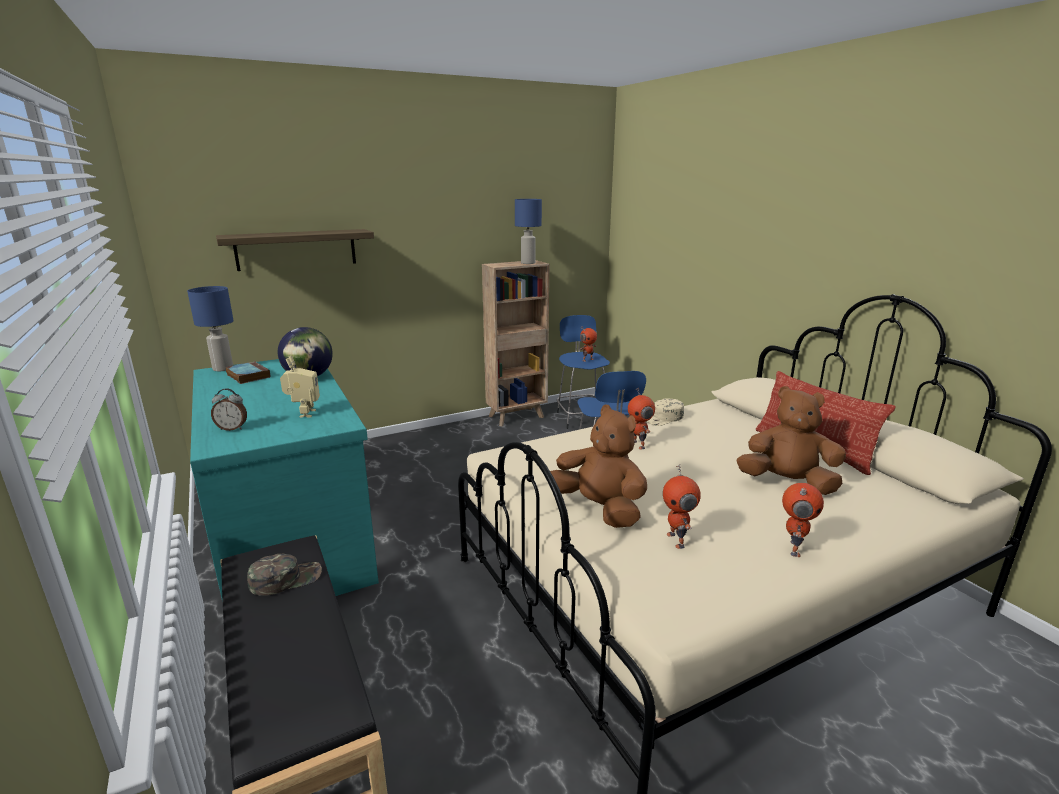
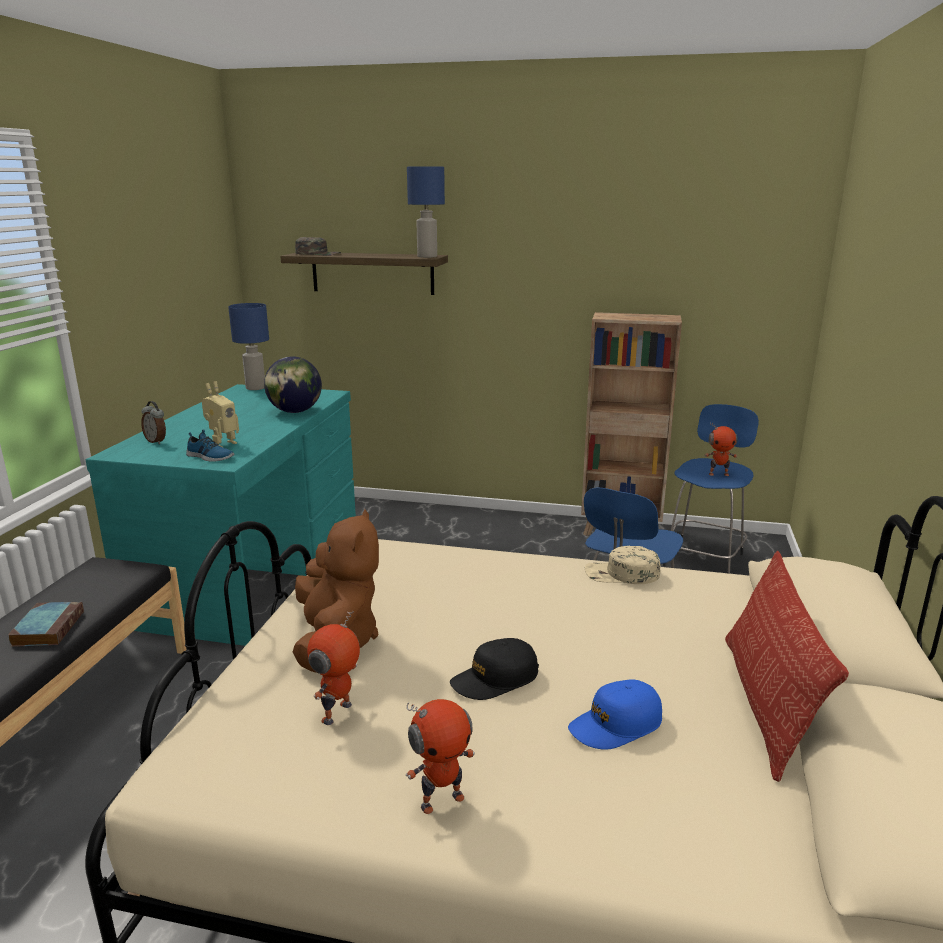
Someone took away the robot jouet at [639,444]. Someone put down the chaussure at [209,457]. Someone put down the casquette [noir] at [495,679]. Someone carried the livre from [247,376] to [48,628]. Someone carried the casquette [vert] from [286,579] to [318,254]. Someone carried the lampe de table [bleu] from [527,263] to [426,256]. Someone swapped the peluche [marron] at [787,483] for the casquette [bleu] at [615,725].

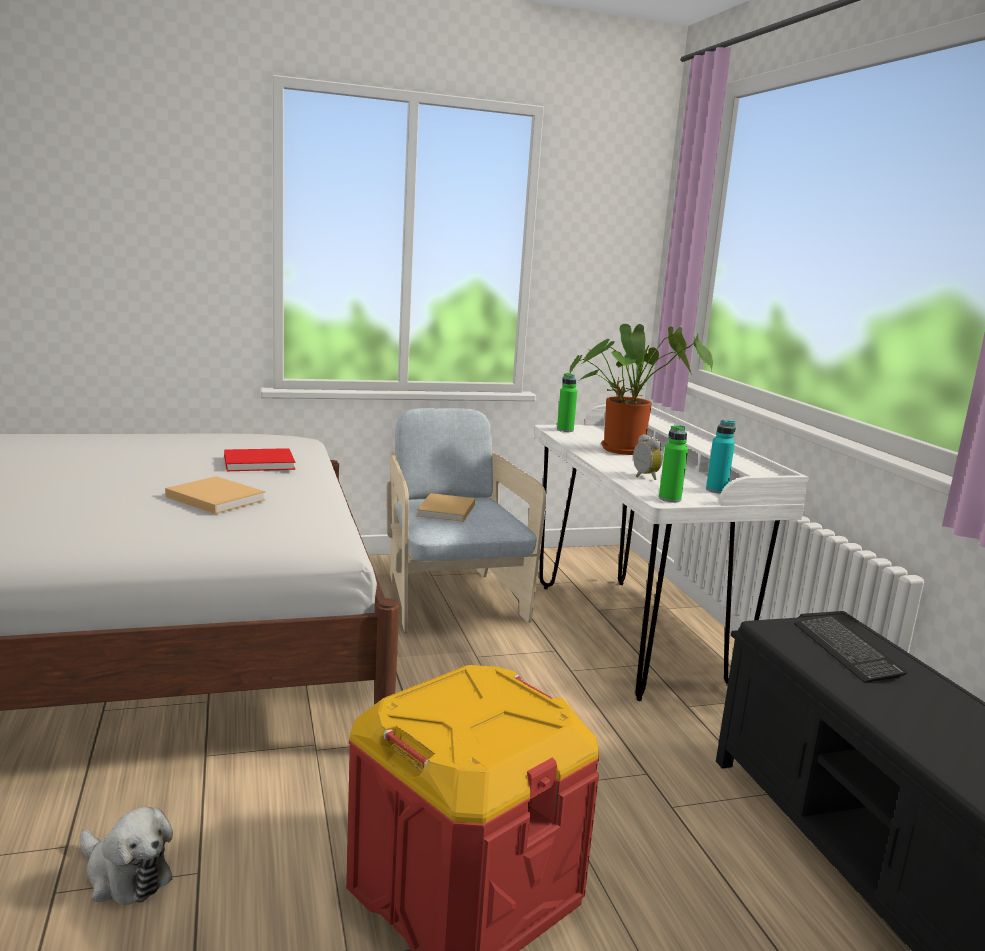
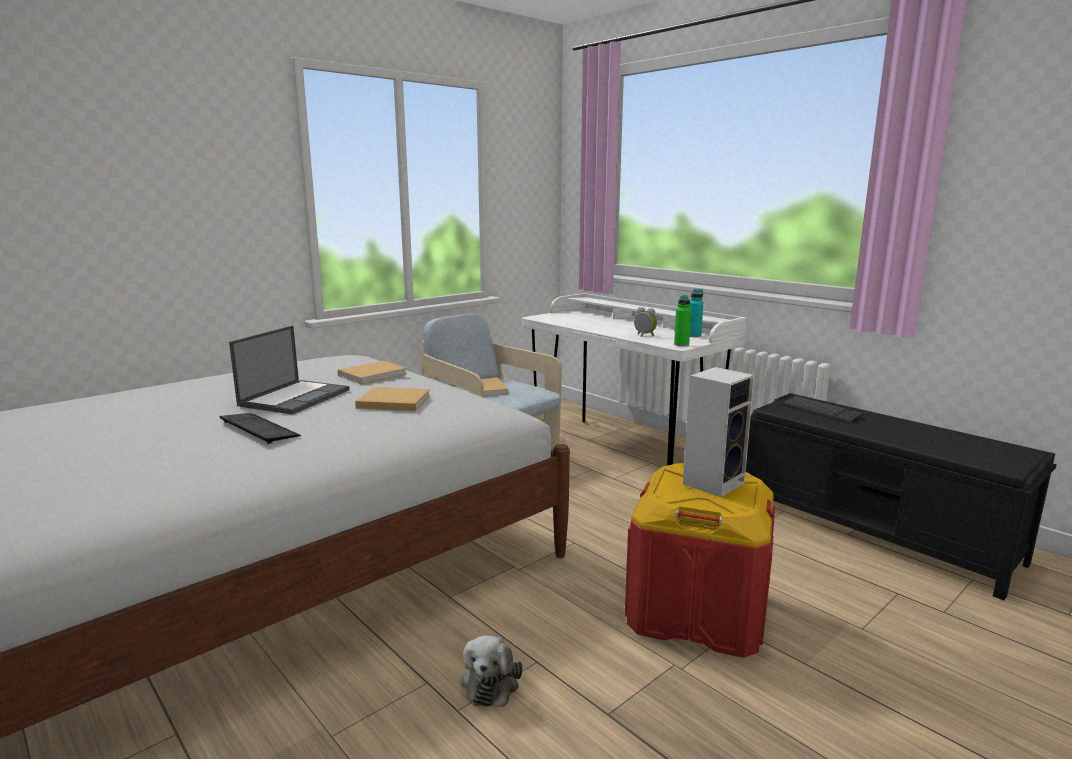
Someone took away the bouteille [vert] at [565,430]. Someone took away the plante en pot at [628,449]. Someone put down the clavier at [259,429]. Someone put down the ordinateur portable at [295,397]. Someone put down the enceinte at [713,482]. Someone repainted the livre [rouge] at [261,463], which became the livre [beige] at [374,374]. Someone rotated the peluche at [125,875] by 90 degrees clockwise.

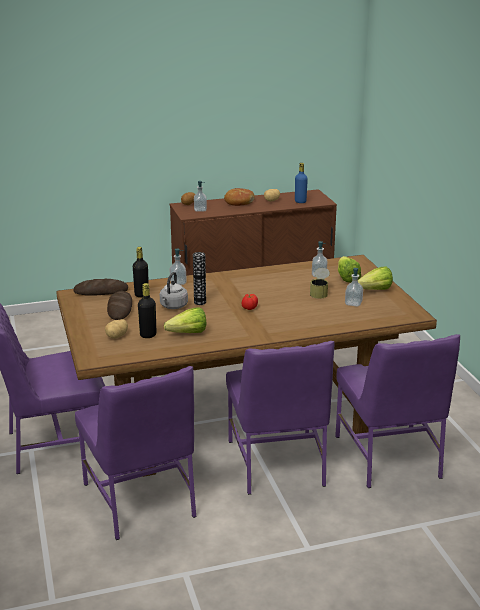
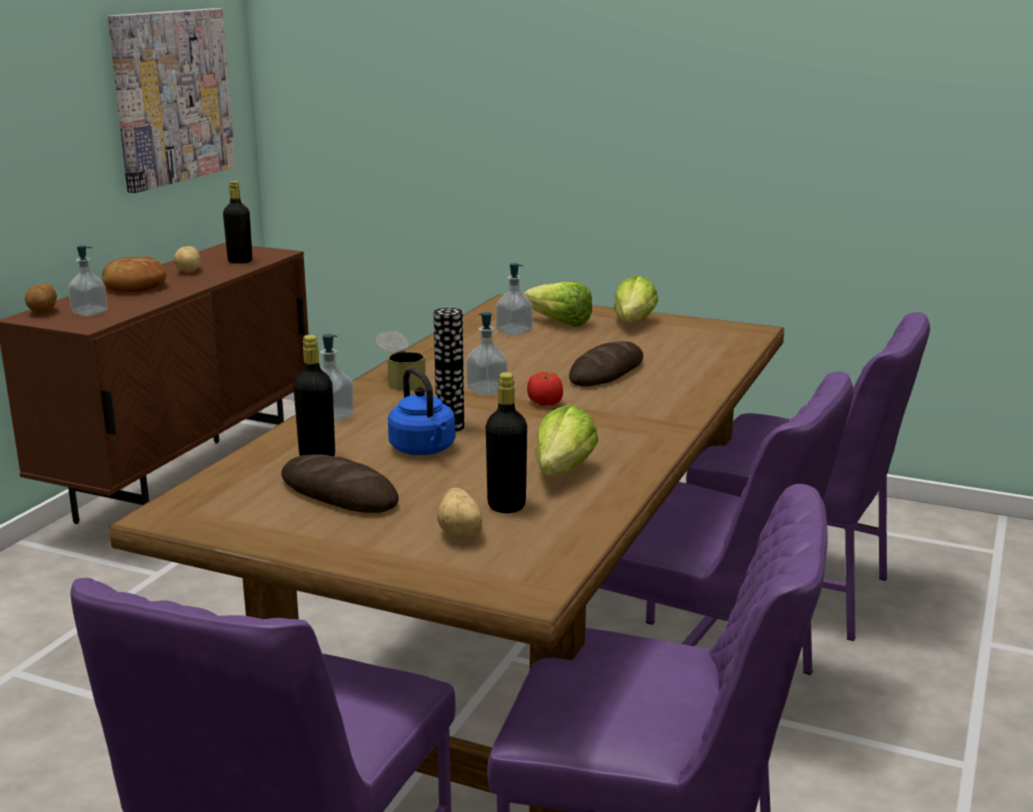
Someone put up the tableau at [172,97]. Someone carried the pain from [101,291] to [606,372]. Someone carried the boîte métallique from [320,292] to [401,381]. Someone carried the distributeur de savon from [353,303] to [487,390]. Someone repainted the bouilloire [gris] at [173,306], which became the bouilloire [bleu] at [424,450]. Someone repainted the bouteille [bleu] at [300,201], which became the bouteille [noir] at [240,261].

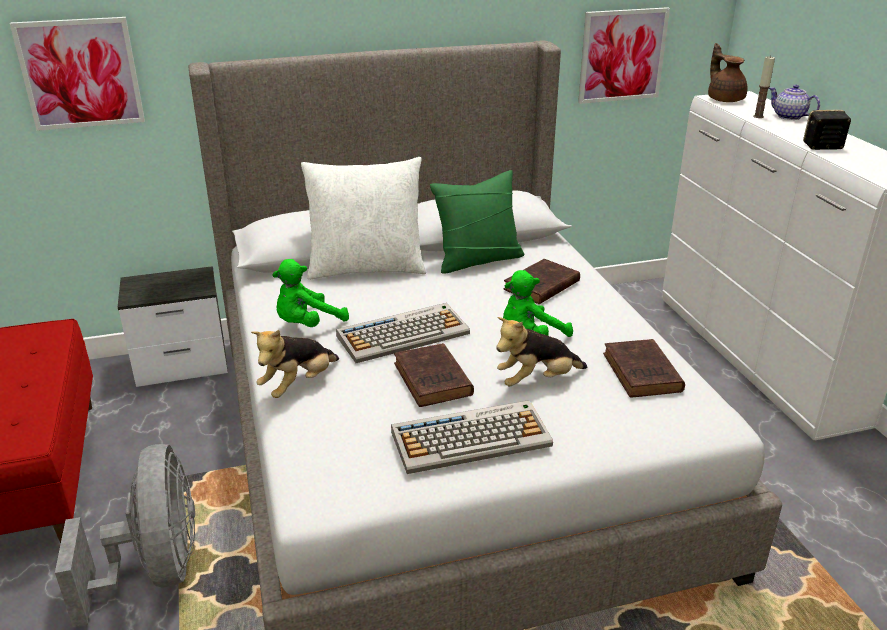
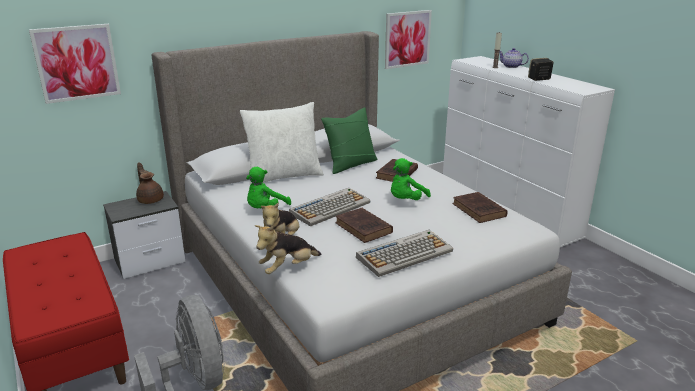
Someone carried the peluche from [537,380] to [288,268]. Someone carried the théière [marron] from [724,99] to [150,199].

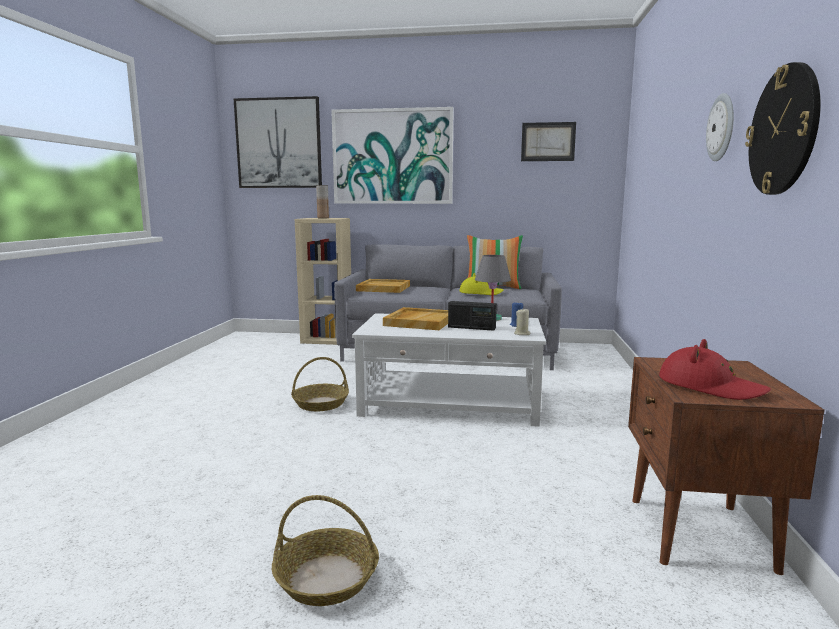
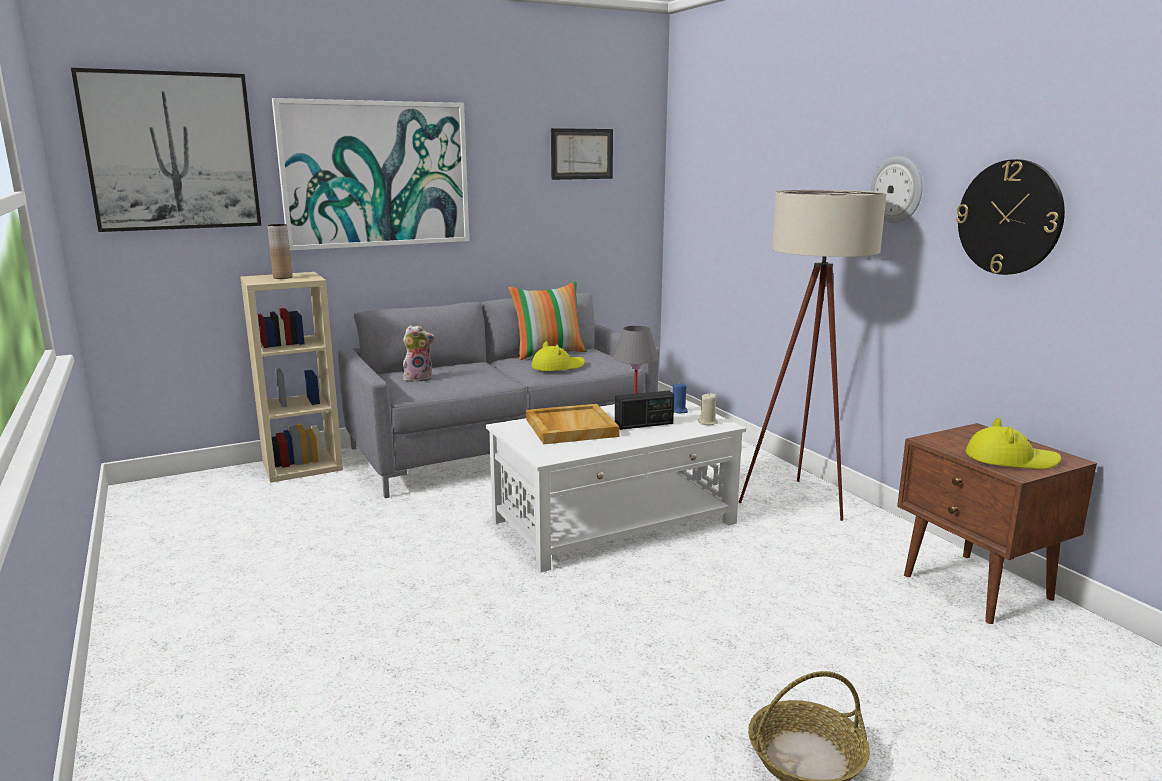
Someone took away the panier at [321,403]. Someone put down the lampadaire [beige] at [802,505]. Someone swapped the plateau [beige] at [383,288] for the peluche at [418,378]. Someone repainted the chapeau [rouge] at [710,386], which became the chapeau [jaune] at [1010,459].

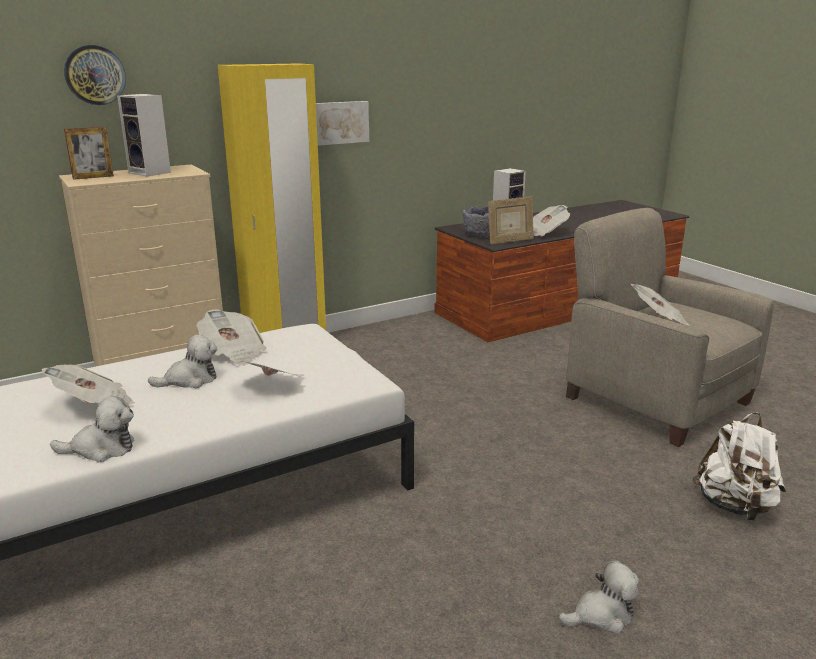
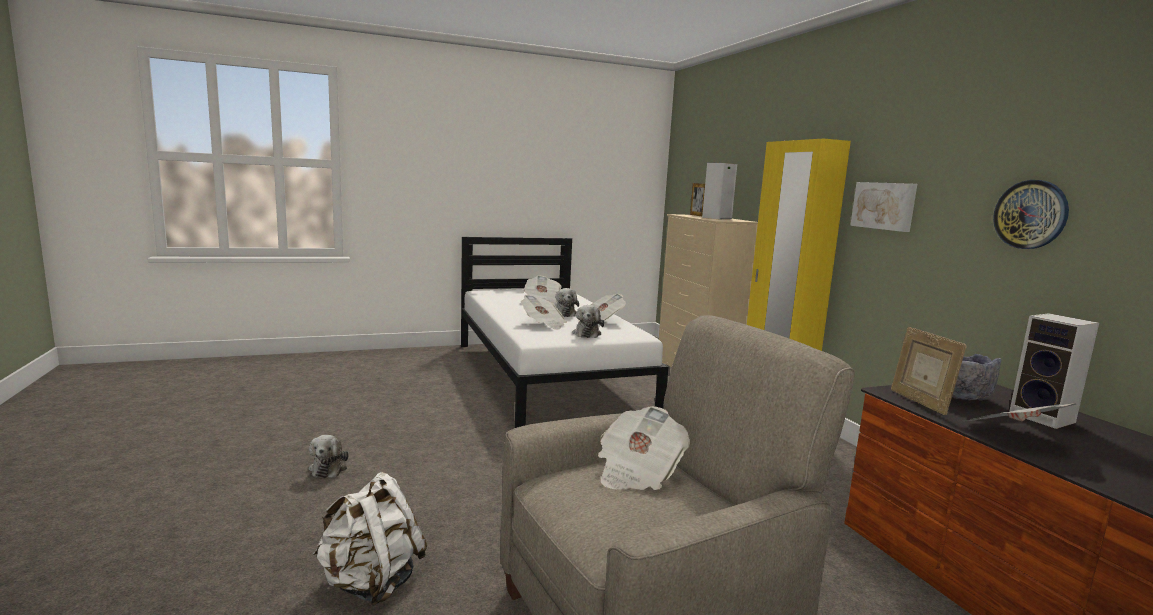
Someone carried the peluche from [101,449] to [587,333]. Someone carried the horloge murale from [95,75] to [1030,214].

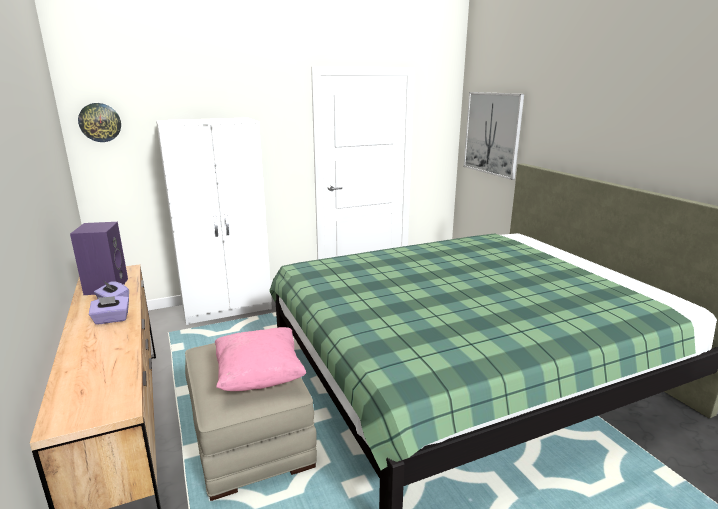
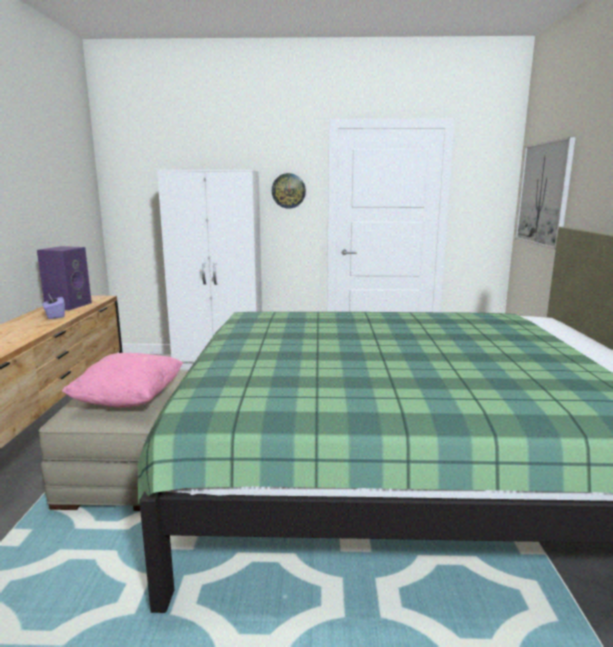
Someone took away the boîte à mouchoirs [violet] at [111,319]. Someone carried the horloge murale from [100,122] to [288,191].

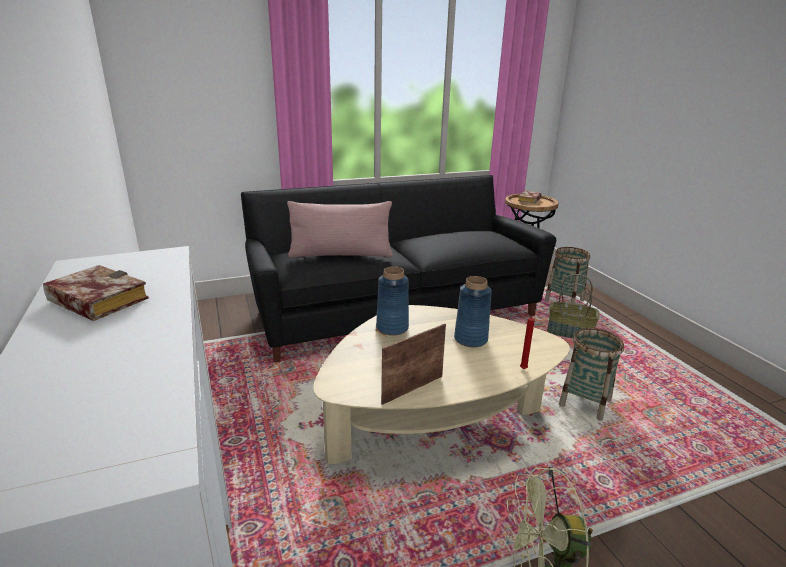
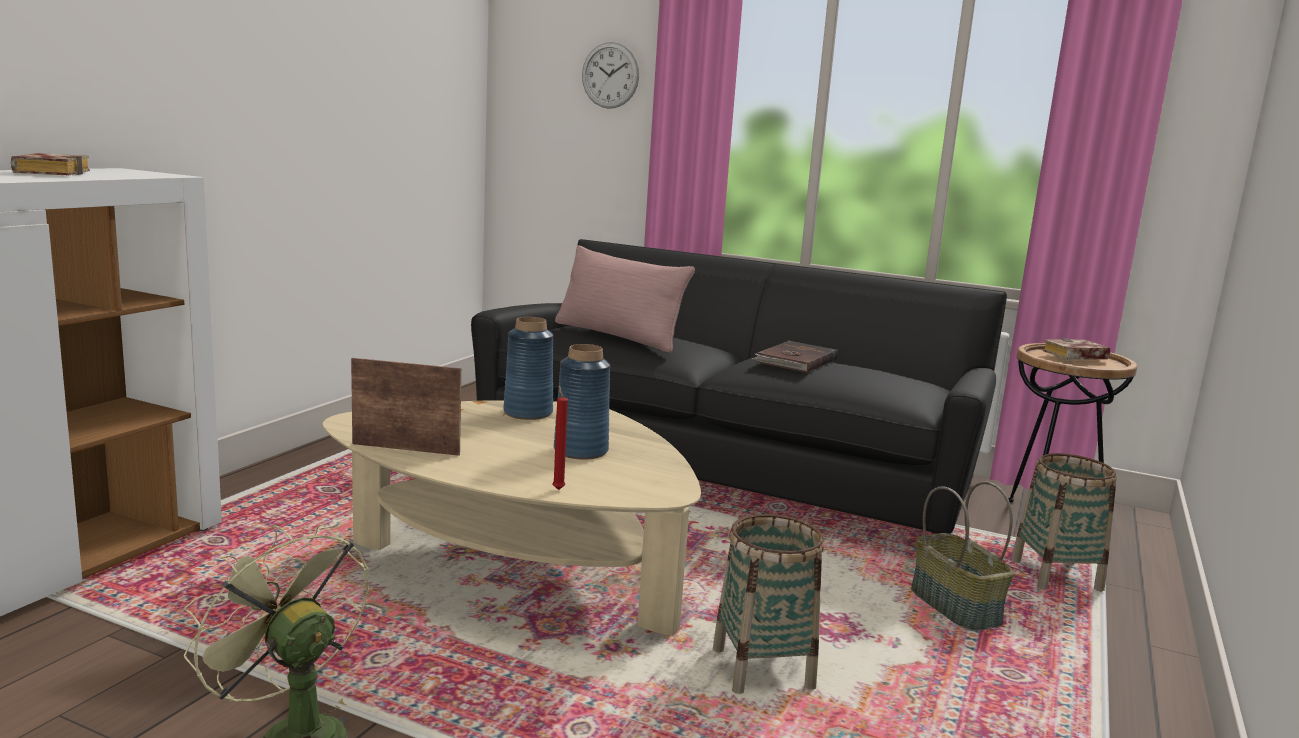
Someone put up the horloge murale at [610,75]. Someone put down the livre [marron] at [795,360].

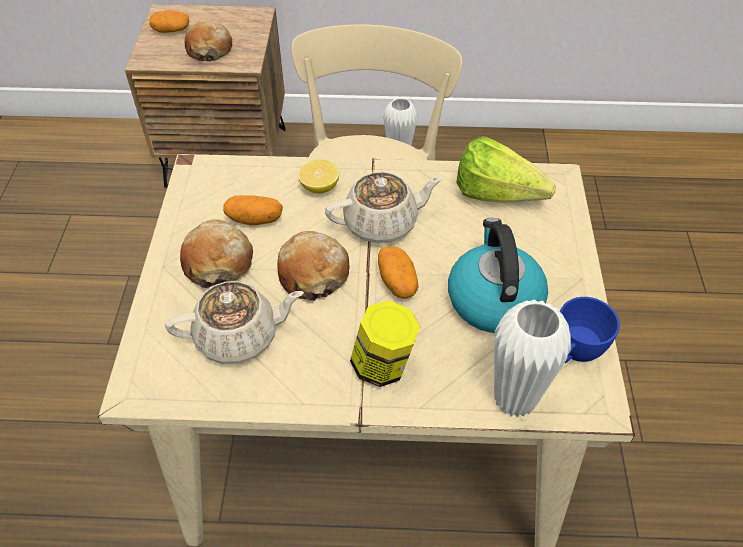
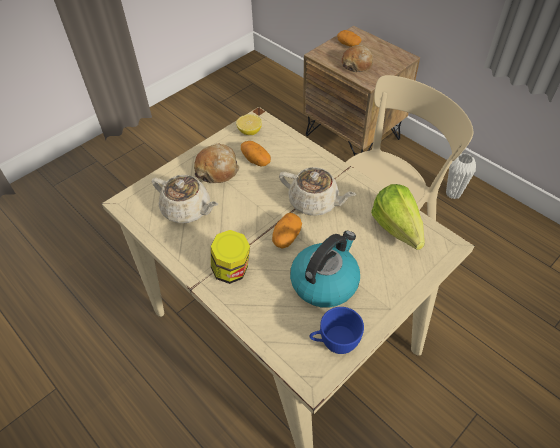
Someone took away the pain at [313,274]. Someone took away the vase [blanc] at [515,399]. Someone carried the citron from [319,187] to [249,131].

